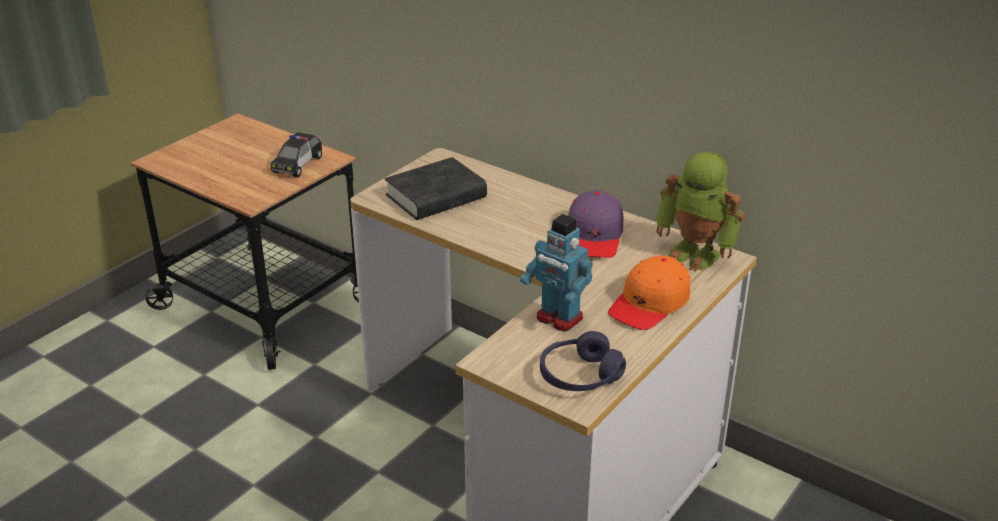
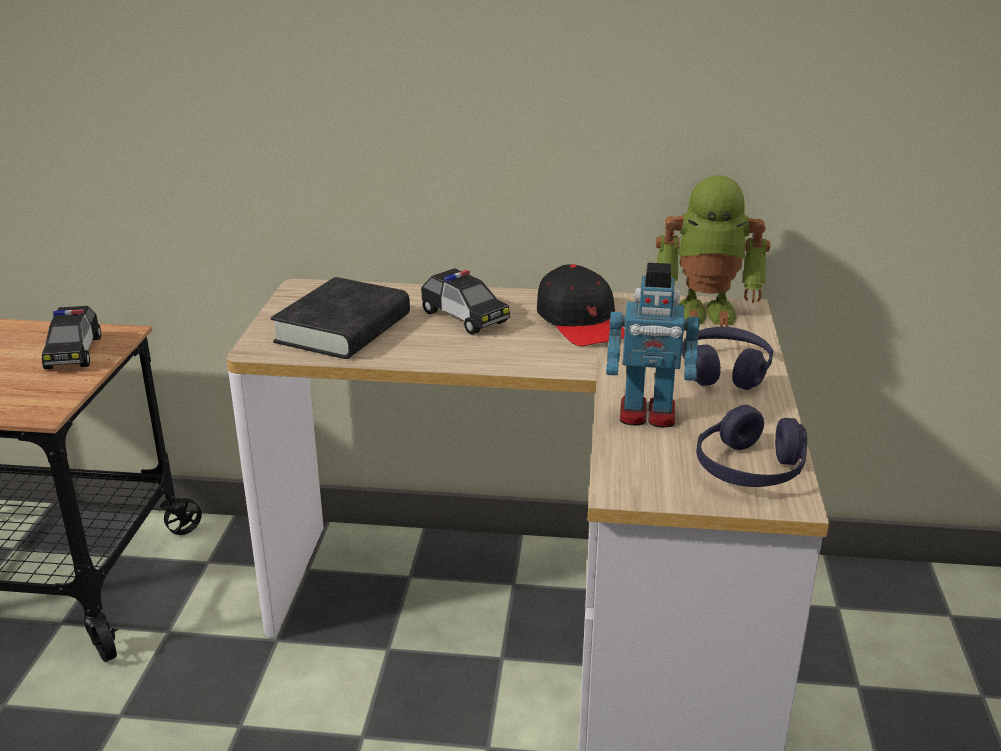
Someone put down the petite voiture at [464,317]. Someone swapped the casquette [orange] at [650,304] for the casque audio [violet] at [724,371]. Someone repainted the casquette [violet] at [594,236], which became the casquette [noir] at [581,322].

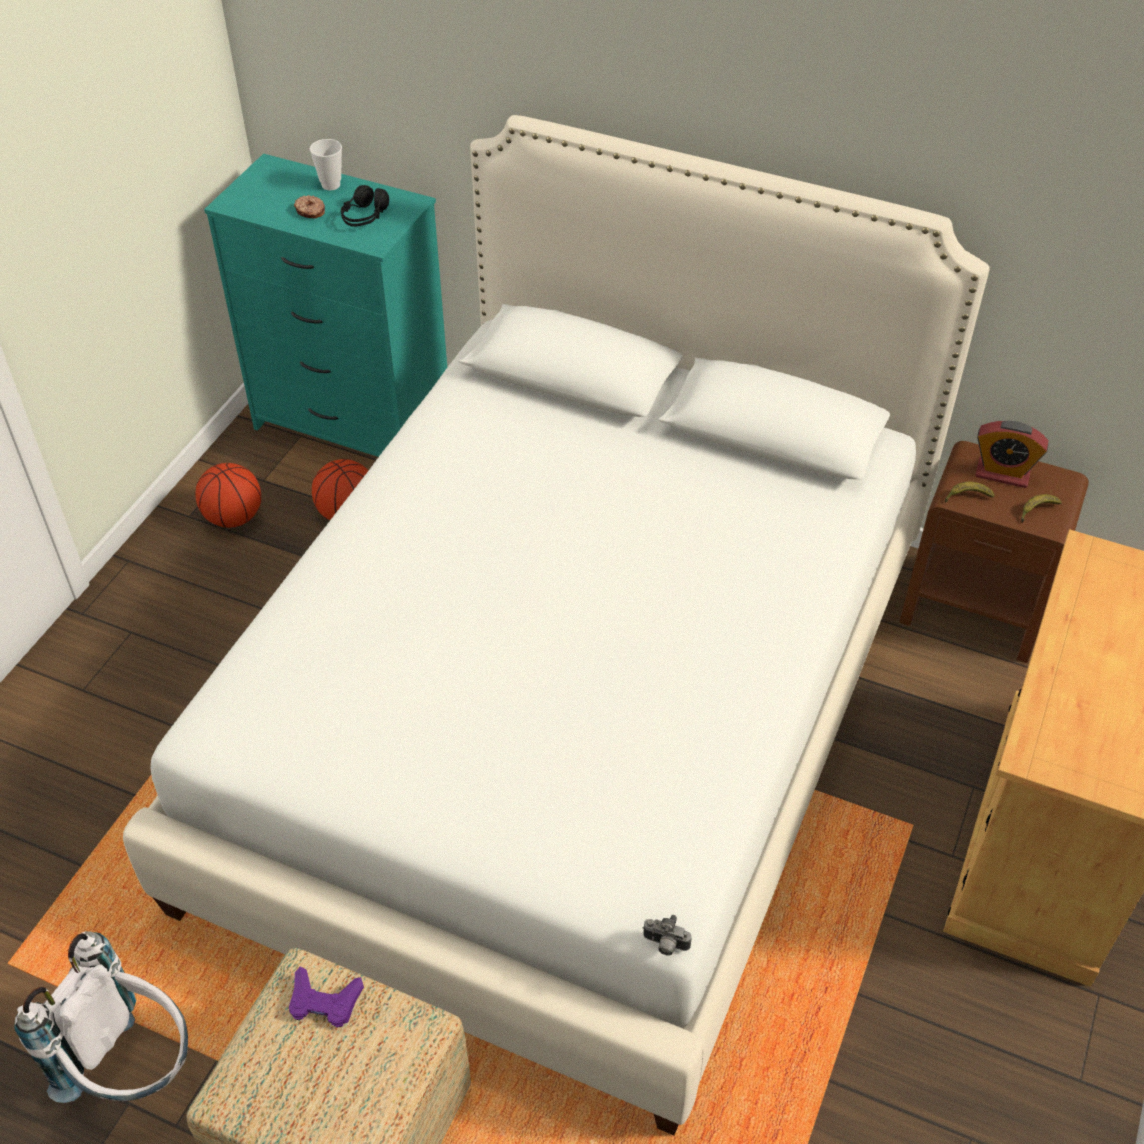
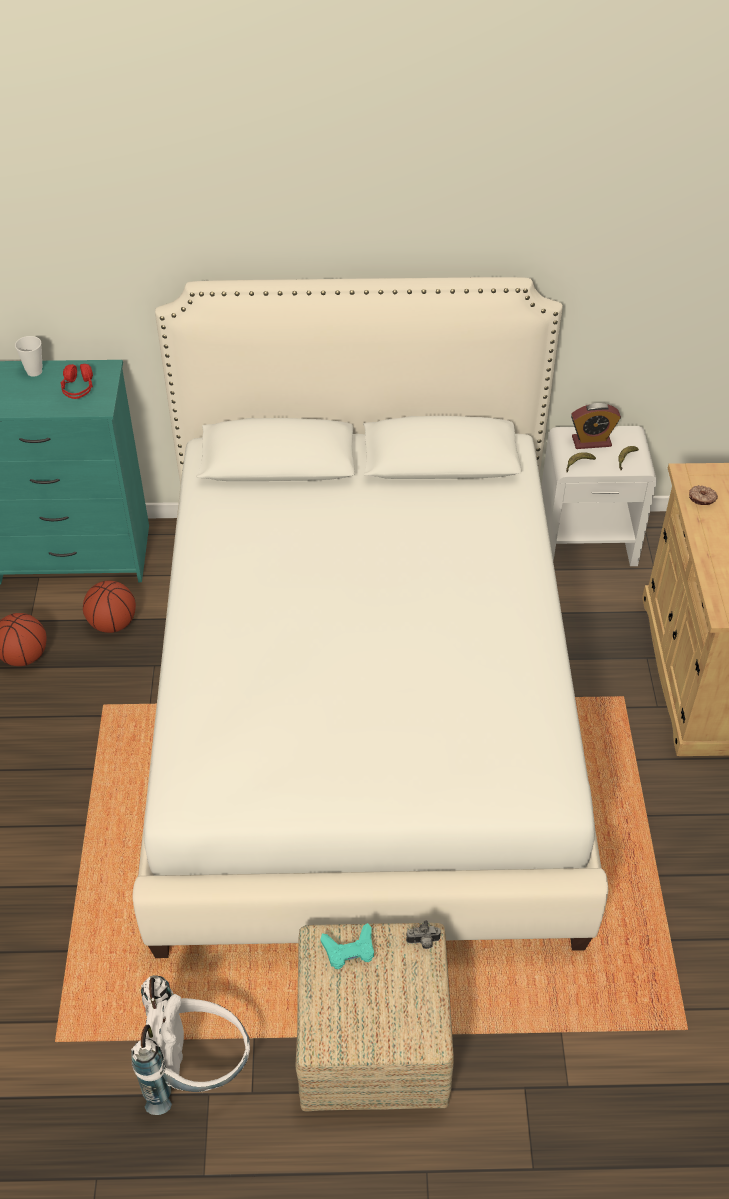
Someone carried the beignet from [310,211] to [702,499]. Someone carried the appareil photo from [665,945] to [423,942]. Someone repainted the manette [violet] at [324,1001], which became the manette [turquoise] at [349,950]. Someone repainted the casque audio [noir] at [364,217], which became the casque audio [rouge] at [78,389]. Someone repainted the table de chevet [marron] at [975,609], which became the table de chevet [blanc] at [587,541].

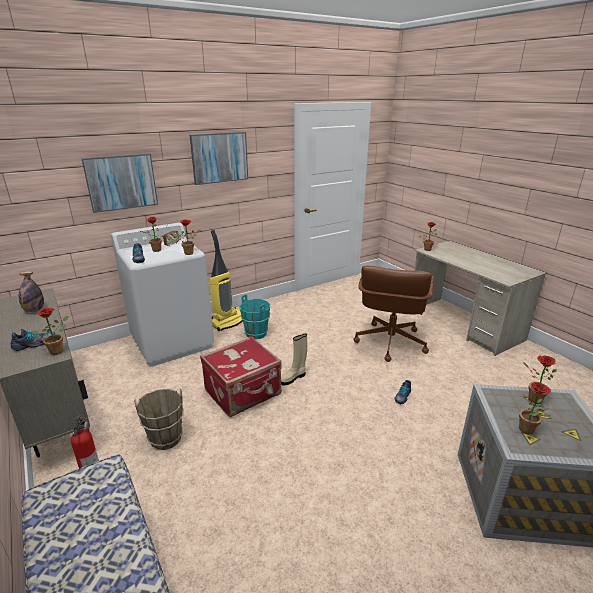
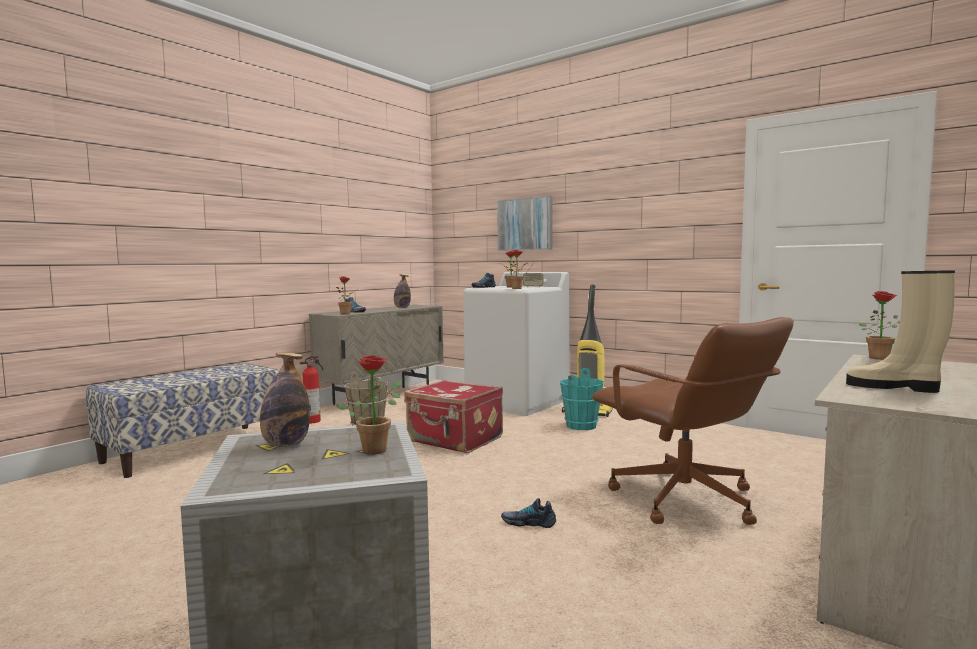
Someone took away the tableau at [219,158]. Someone carried the botte [beige] from [293,378] to [894,387]. Someone swapped the plante en pot at [529,431] for the bouteille at [285,445]. Someone rotated the chaise de bureau [marron] at [389,342] by 120 degrees counterclockwise.

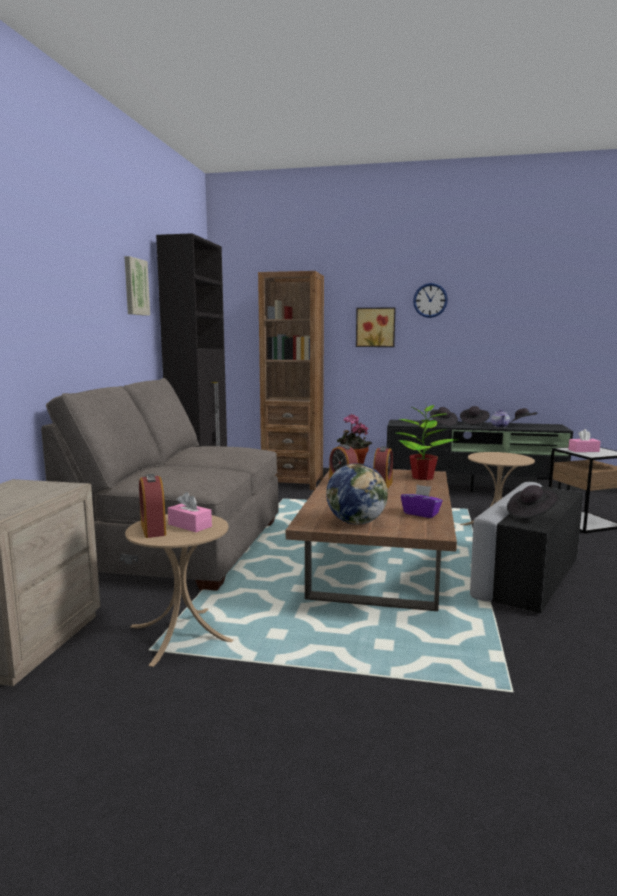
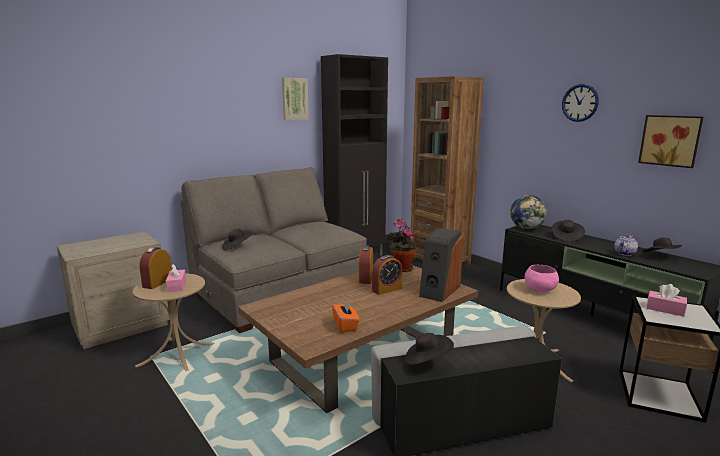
Someone put down the bol [rose] at [539,290]. Someone carried the globe from [356,522] to [526,228]. Someone carried the tableau from [375,327] to [670,140]. Someone carried the chapeau [noir] from [473,423] to [237,247]. Someone swapped the plante en pot at [422,477] for the enceinte at [439,290]. Someone repainted the boîte à mouchoirs [violet] at [421,513], which became the boîte à mouchoirs [orange] at [345,325].

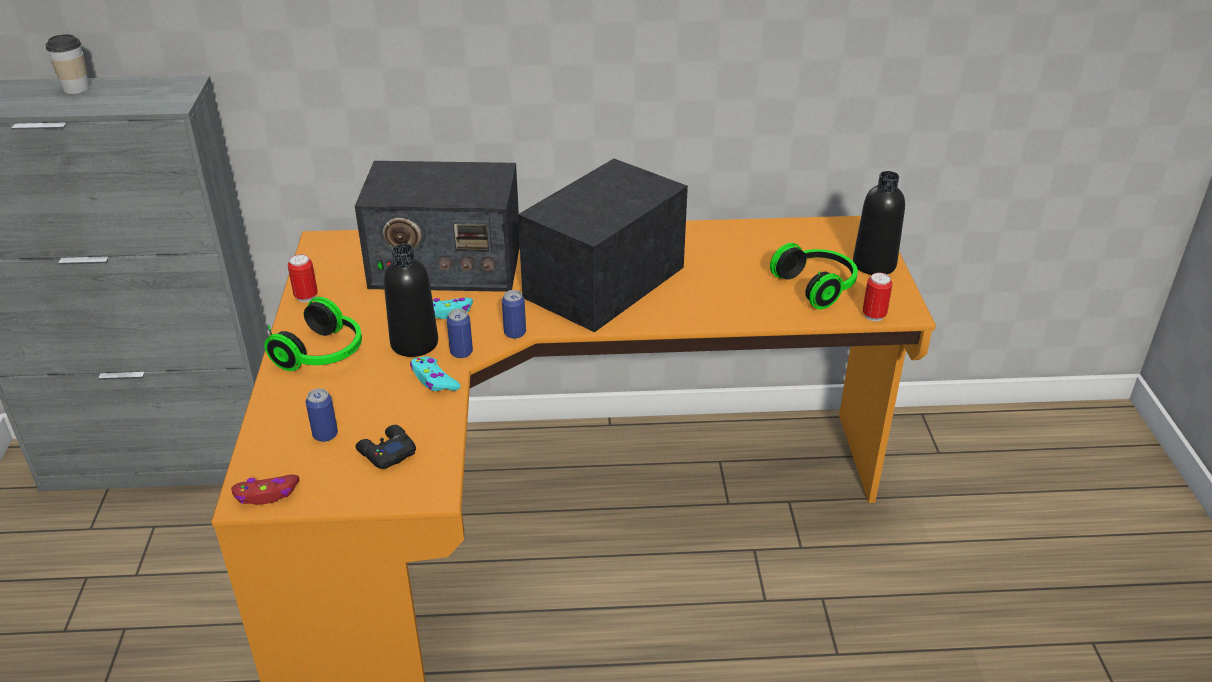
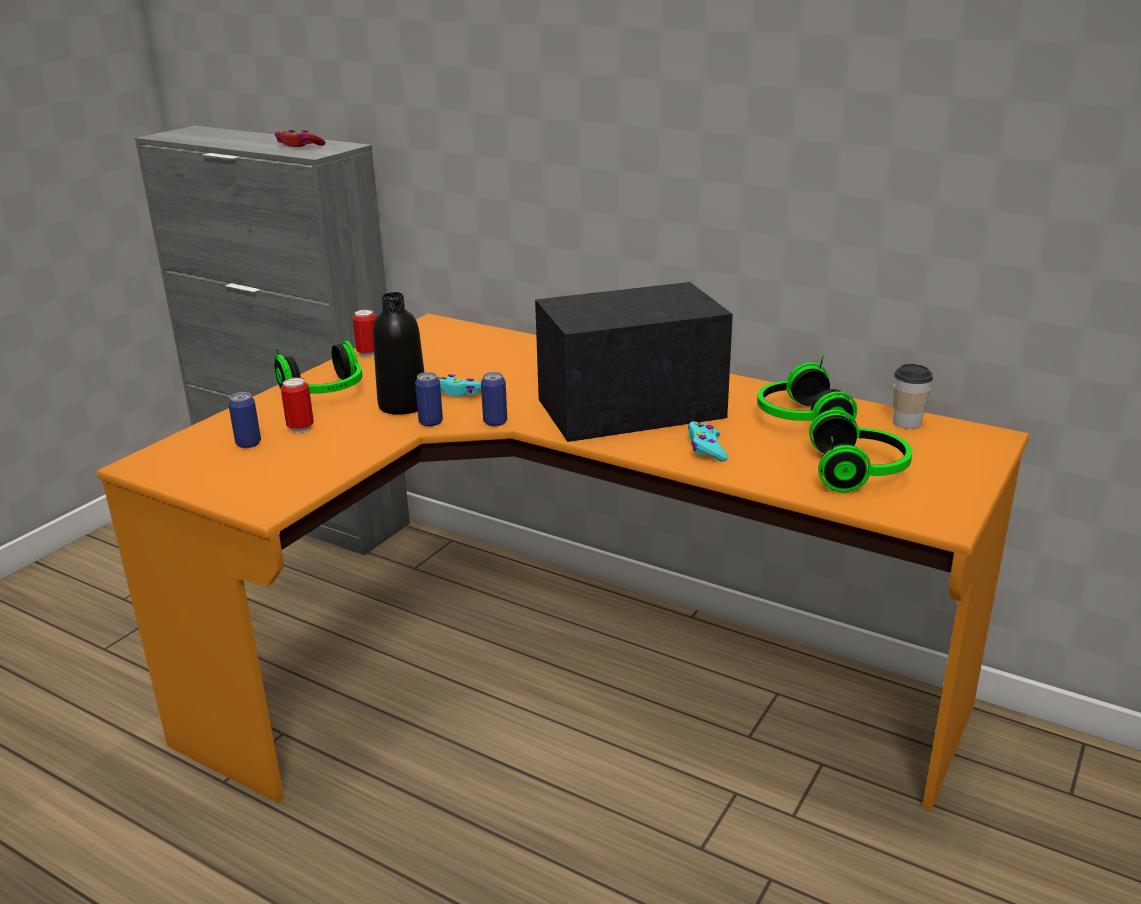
Someone took away the radio at [445,265]. Someone took away the manette [noir] at [386,452]. Someone took away the bouteille [noir] at [874,264]. Someone put down the casque audio at [799,419]. Someone carried the tasse from [76,88] to [907,423]. Someone carried the manette [rouge] from [266,494] to [299,146]. Someone carried the manette [turquoise] from [434,380] to [706,448]. Someone carried the boîte métallique from [874,315] to [300,428].

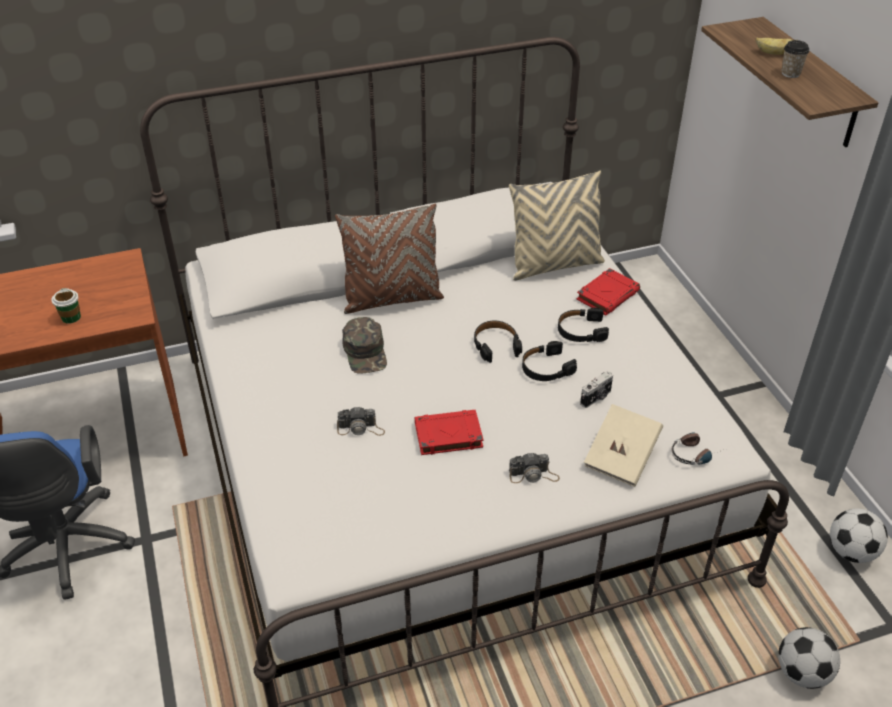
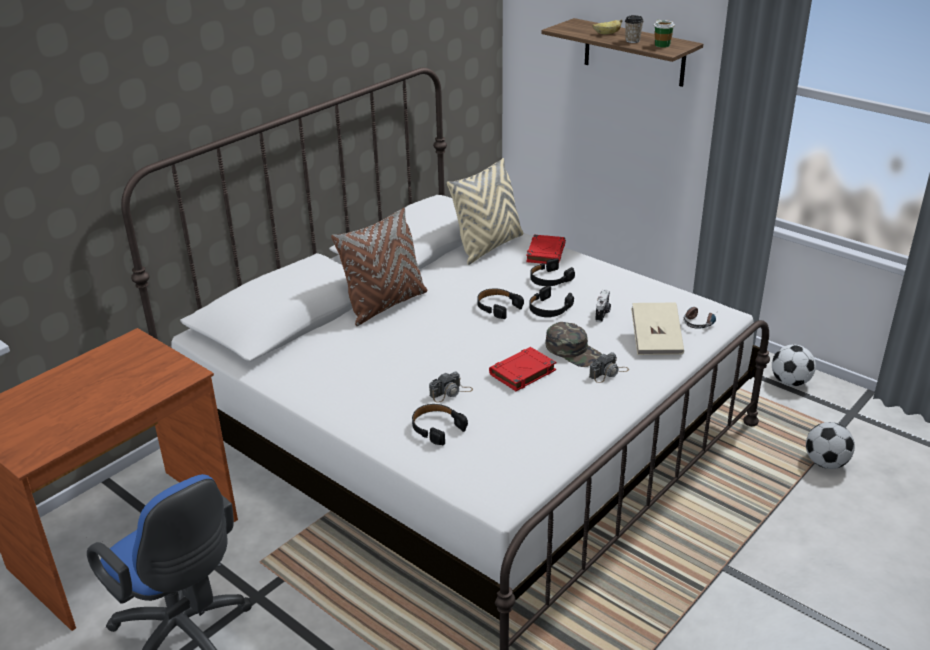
Someone put down the casque audio [noir] at [437,428]. Someone carried the tasse from [71,317] to [662,45]. Someone carried the casquette [vert] from [365,352] to [573,351].

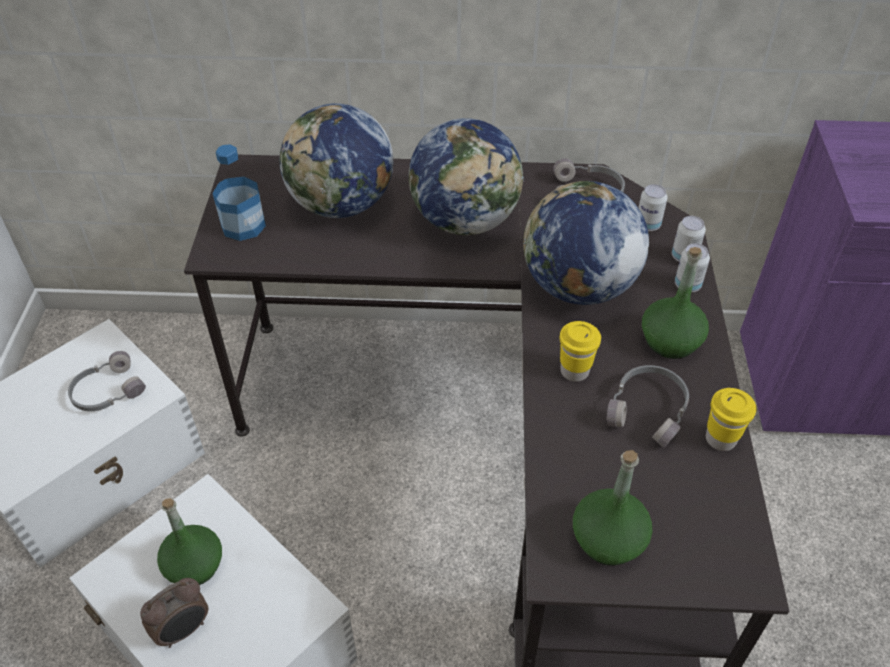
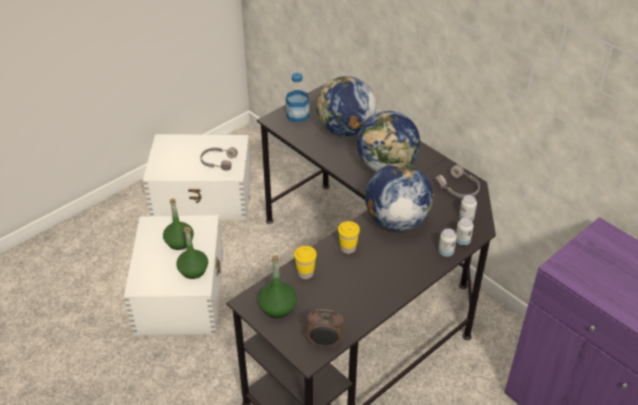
Someone took away the casque audio [gris] at [649,410]. Someone carried the réveil from [184,630] to [324,343]. Someone carried the bouteille [vert] from [670,341] to [193,270]. Someone carried the tasse [jaune] from [720,439] to [305,273].

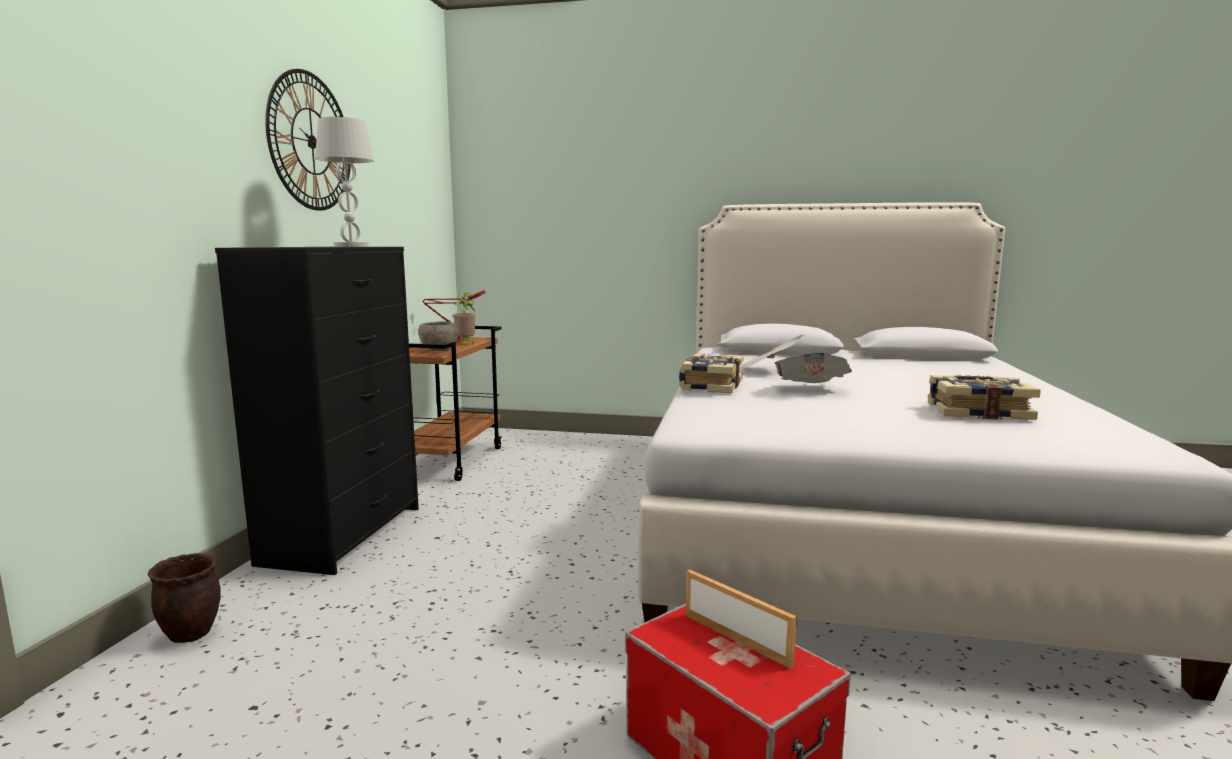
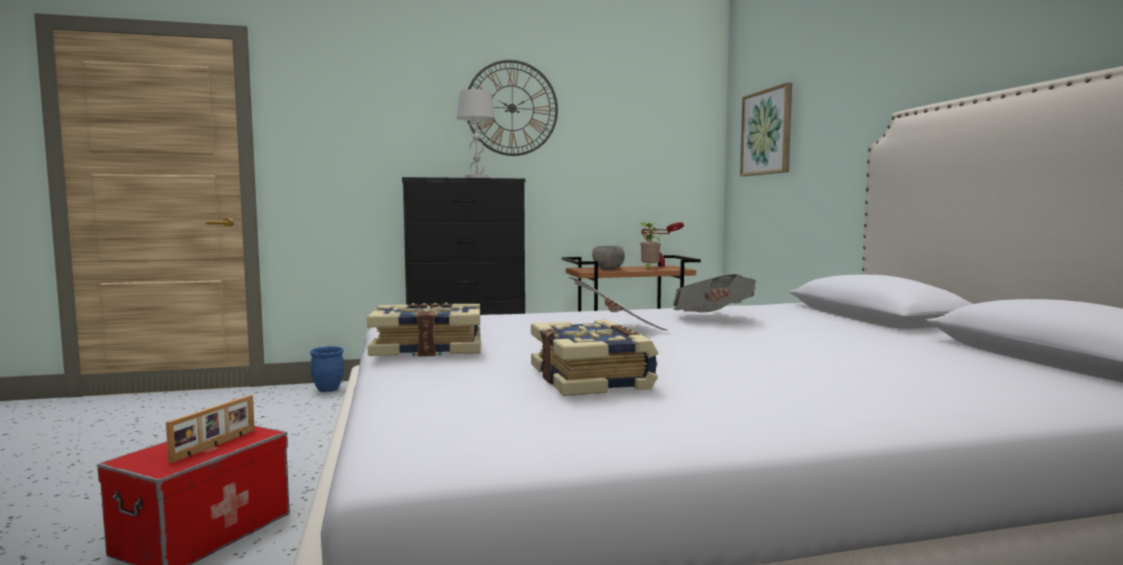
Someone put up the tableau at [767,132]. Someone carried the livre from [709,386] to [428,348]. Someone repainted the cache-pot [marron] at [190,635], which became the cache-pot [bleu] at [327,390].

